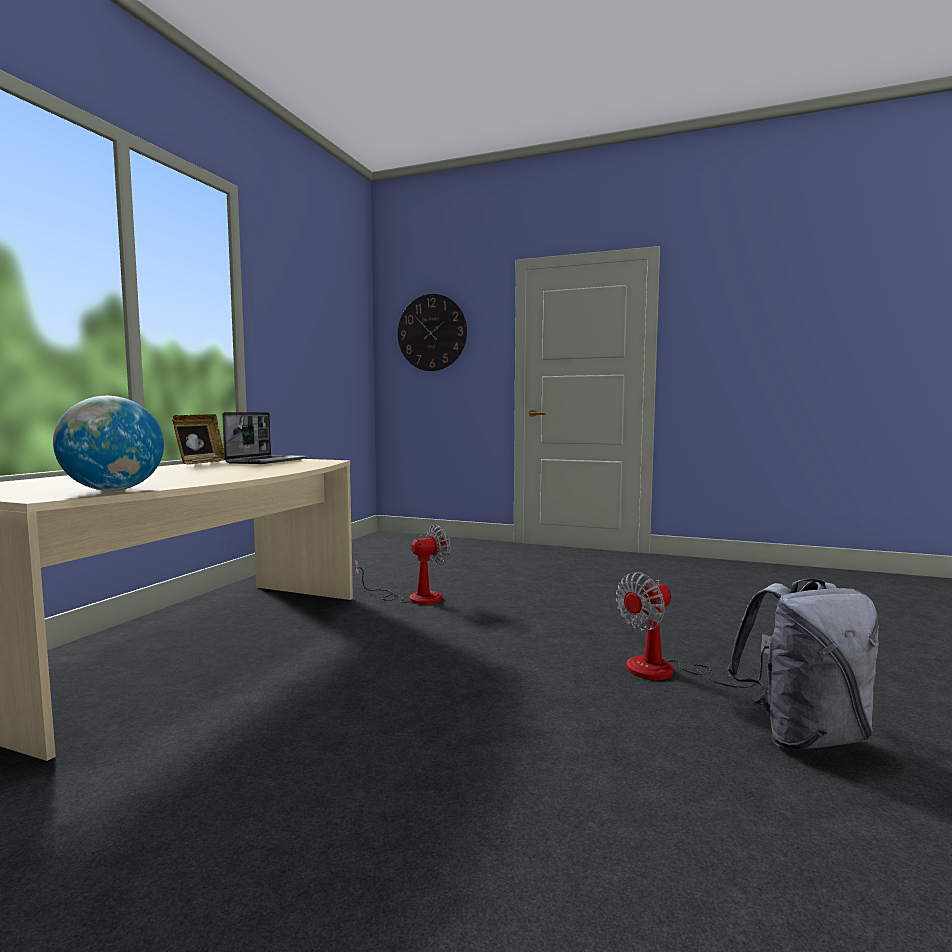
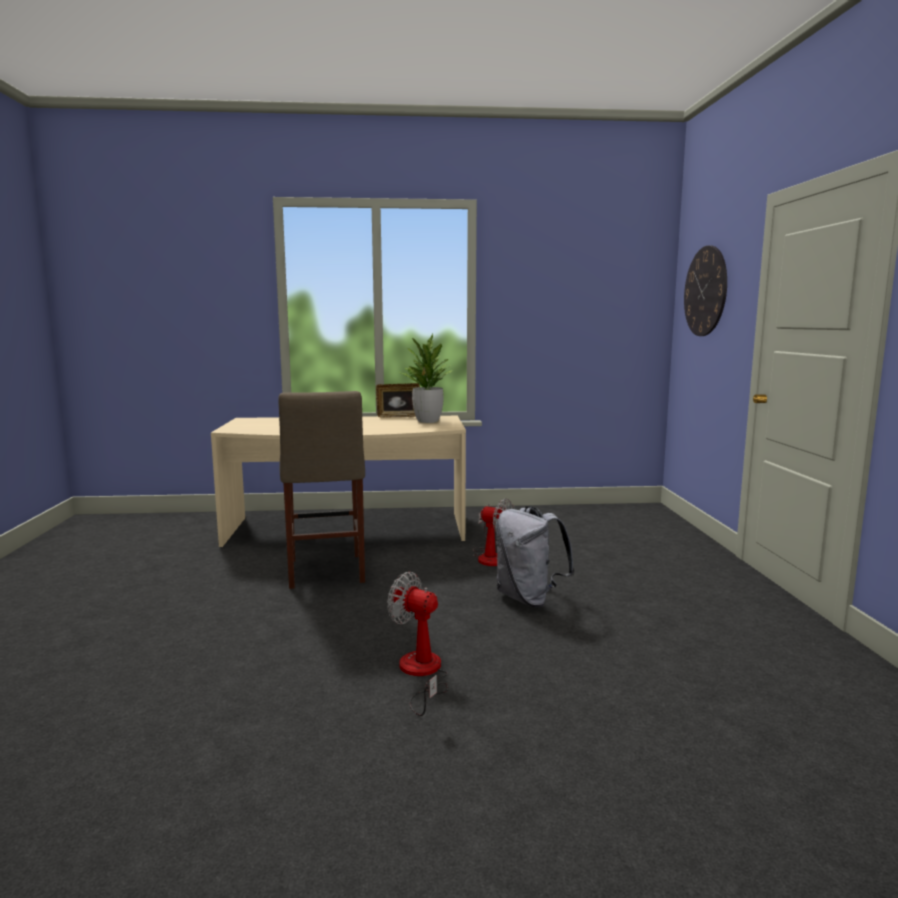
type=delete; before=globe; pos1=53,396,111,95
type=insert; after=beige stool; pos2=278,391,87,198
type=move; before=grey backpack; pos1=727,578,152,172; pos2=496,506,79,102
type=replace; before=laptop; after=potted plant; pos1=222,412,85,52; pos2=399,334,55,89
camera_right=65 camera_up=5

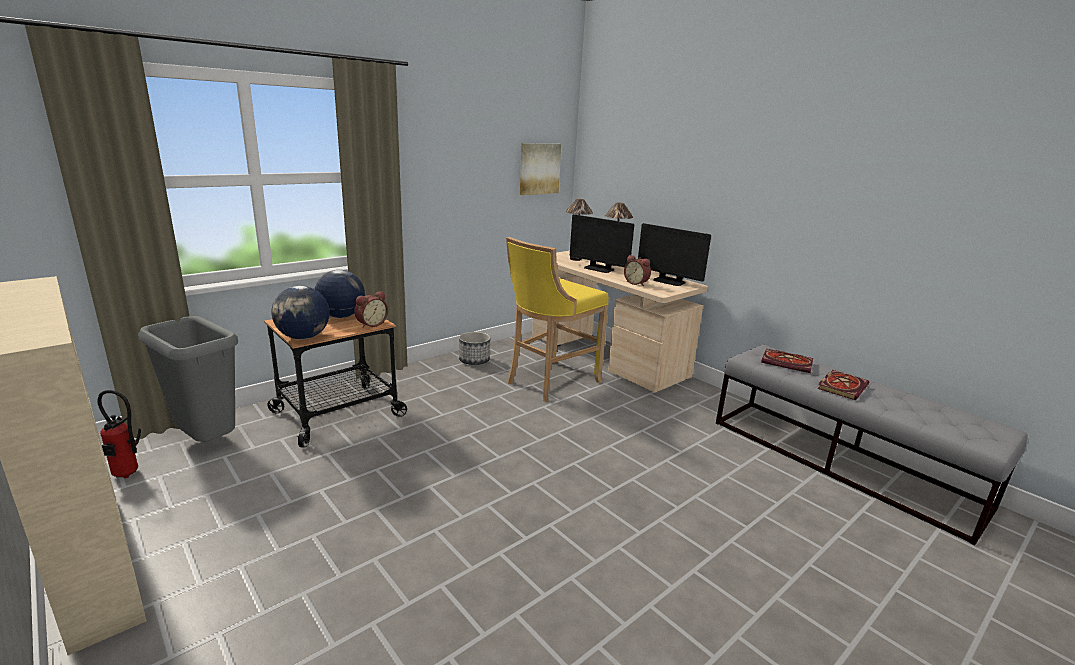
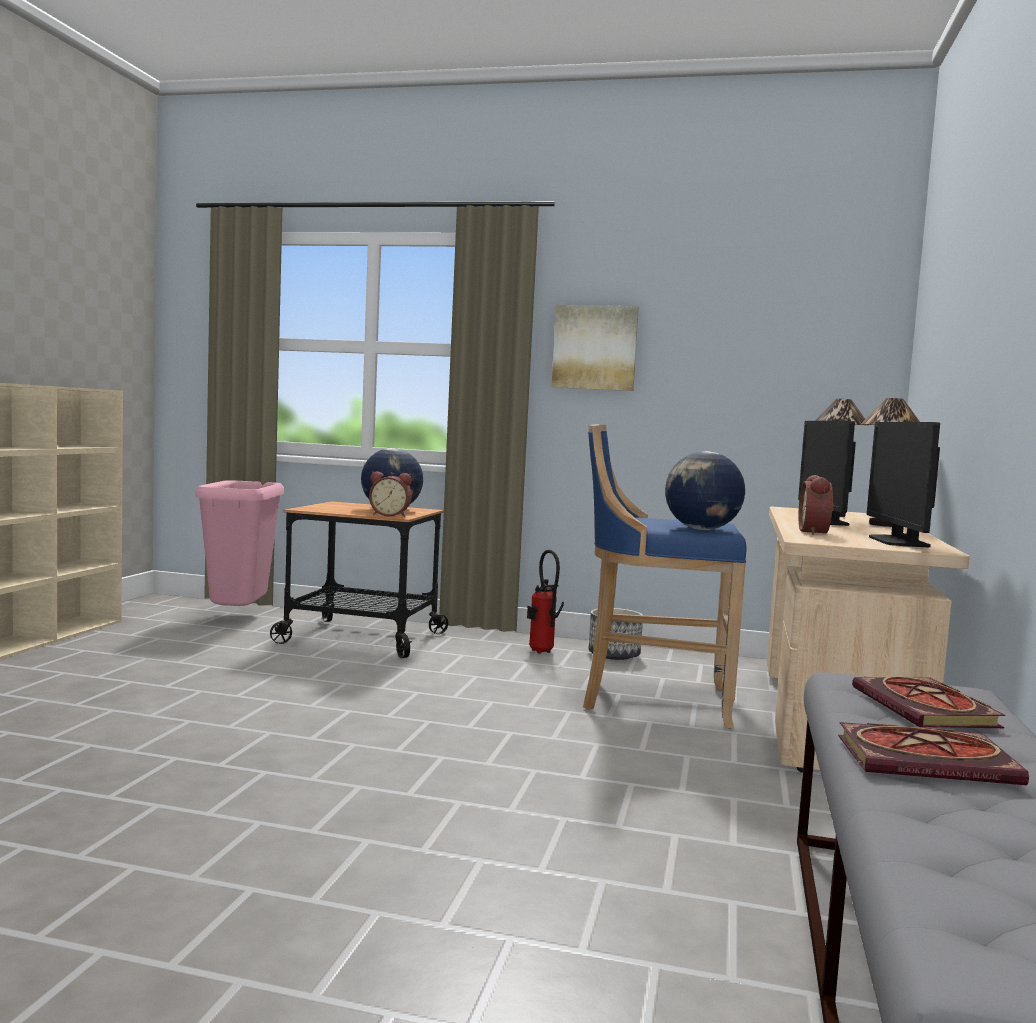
type=move; before=fire extinguisher; pos1=98,390,43,89; pos2=527,550,37,104
type=move; before=globe; pos1=272,286,58,53; pos2=665,451,80,79
type=move; before=picture; pos1=520,143,41,52; pos2=552,305,87,86
type=recolor; before=grey trash can; after=pink trash can; pos1=138,316,100,126; pos2=195,480,89,126
type=recolor; before=yellow stool; after=blue stool; pos1=506,237,103,165; pos2=583,425,164,304
camera_right=55 camera_up=-15

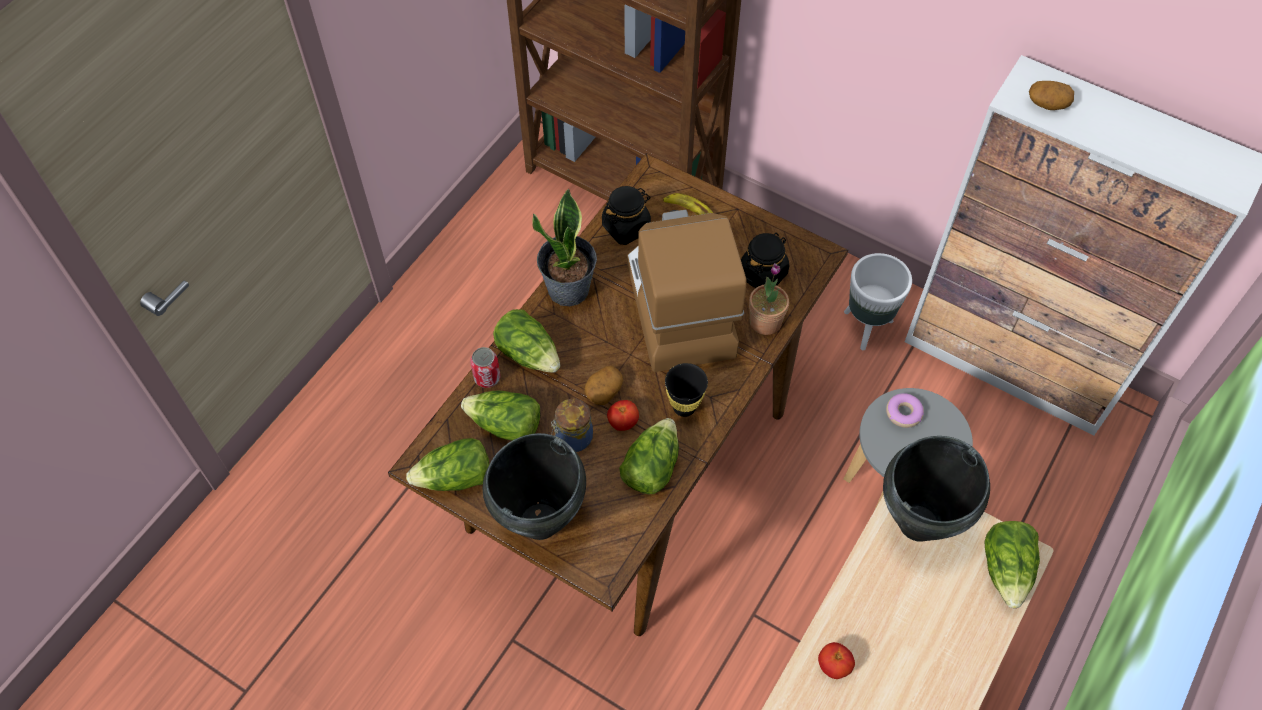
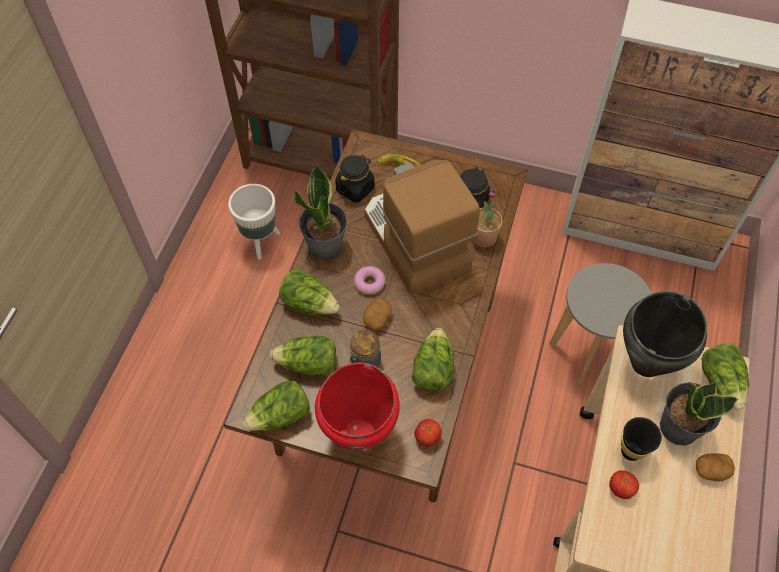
type=delete; before=can; pos1=470,347,30,41
type=insert; after=potted plant; pos2=660,382,78,64
type=move; before=tomato; pos1=607,400,32,31; pos2=414,419,28,28
type=move; before=black cup; pos1=665,363,43,54; pos2=621,417,41,44
type=move; before=white planter; pos1=844,253,68,97; pos2=228,184,52,76
type=move; before=donut; pos1=886,393,38,35; pos2=354,266,31,29
type=move; before=potato; pos1=1029,81,45,29; pos2=696,453,39,28
type=recolor; before=black cooking pot; after=red cooking pot; pos1=483,433,103,107; pos2=315,363,85,86
camera_right=-15 camera_up=0

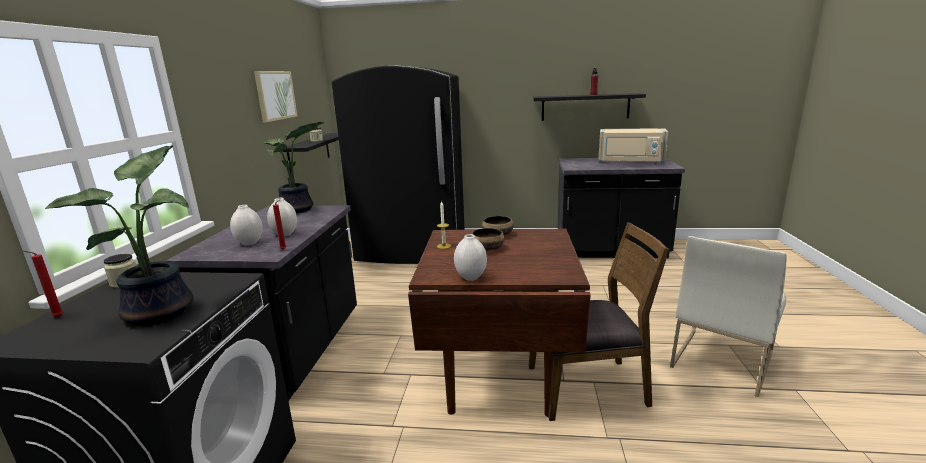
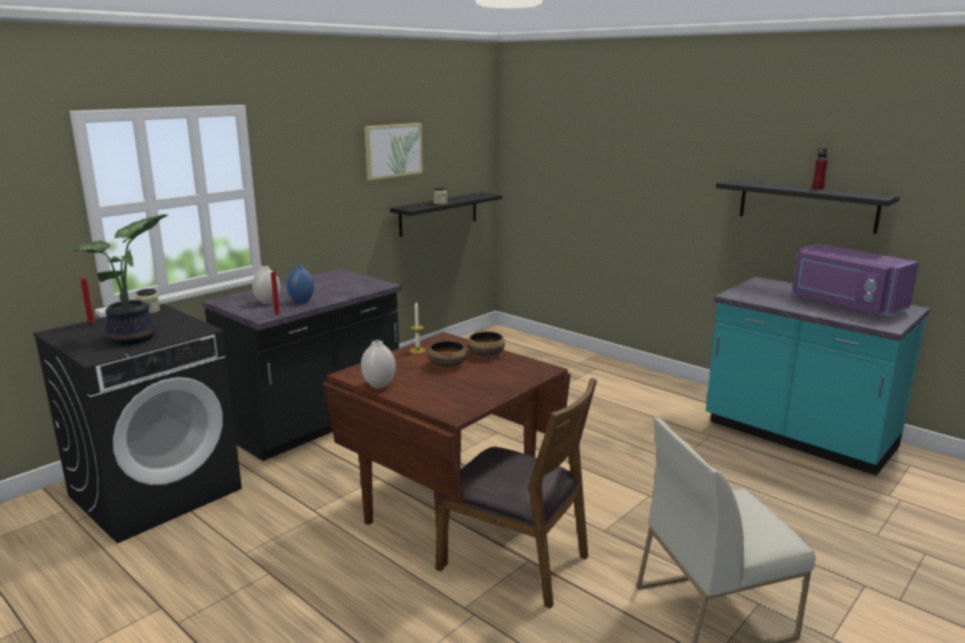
type=delete; before=potted plant; pos1=262,122,63,92
type=delete; before=black fridge; pos1=332,66,133,198
type=recolor; before=white vase; after=blue vase; pos1=267,198,30,39; pos2=287,265,28,38
type=recolor; before=black counter; after=turquoise counter; pos1=557,158,128,100; pos2=706,277,224,199
type=recolor; before=beige microwave; after=purple microwave; pos1=599,129,69,34; pos2=792,243,127,73
camera_right=35 camera_up=0

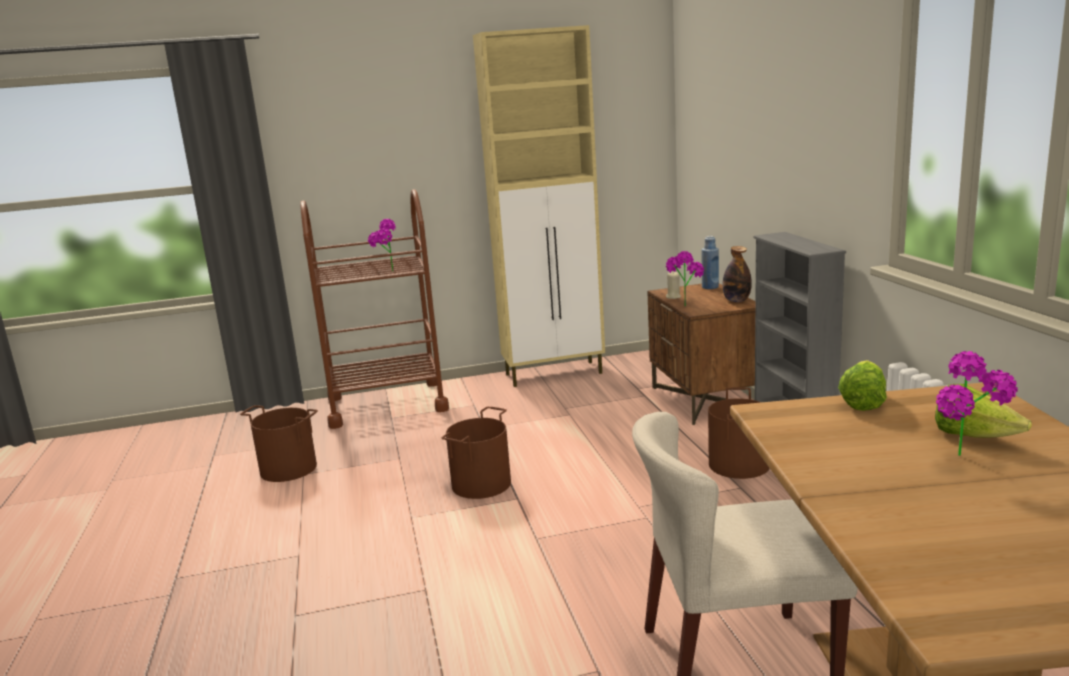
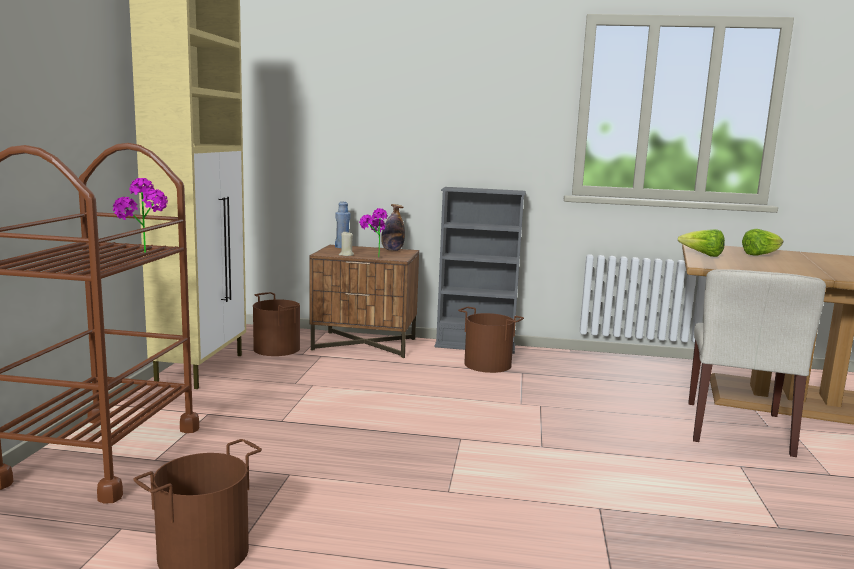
type=delete; before=potted plant; pos1=936,351,82,105
type=move; before=brown bucket; pos1=442,407,69,92; pos2=253,292,47,64
camera_right=-70 camera_up=-5

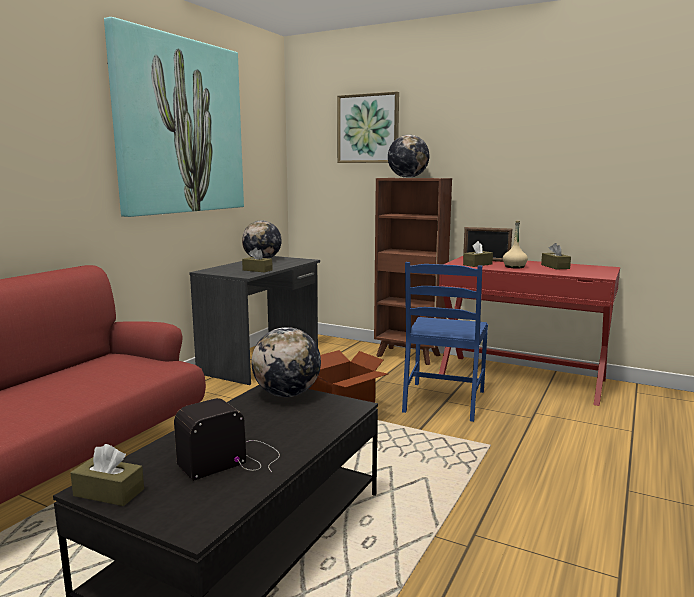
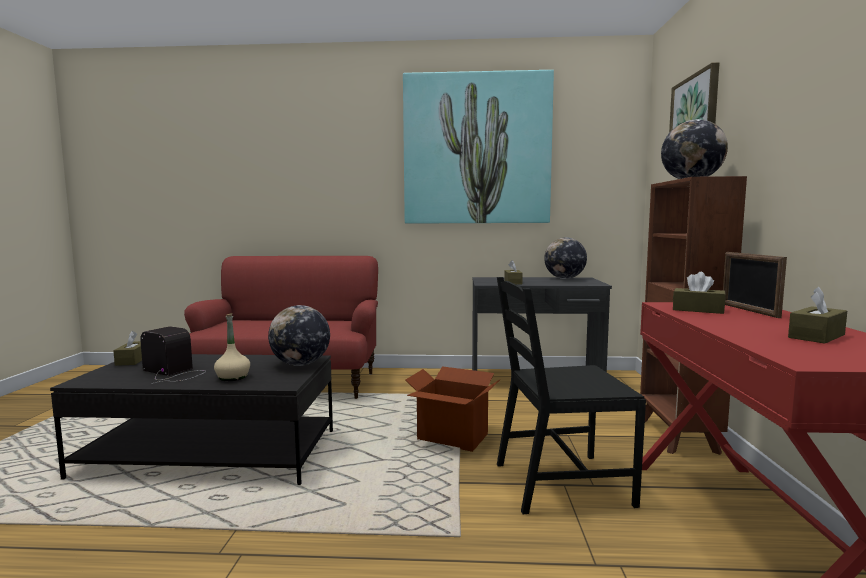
type=move; before=beige bottle; pos1=503,221,25,47; pos2=214,313,36,68
type=recolor; before=blue chair; after=black chair; pos1=402,262,86,160; pos2=497,277,149,237
camera_right=65 camera_up=-5

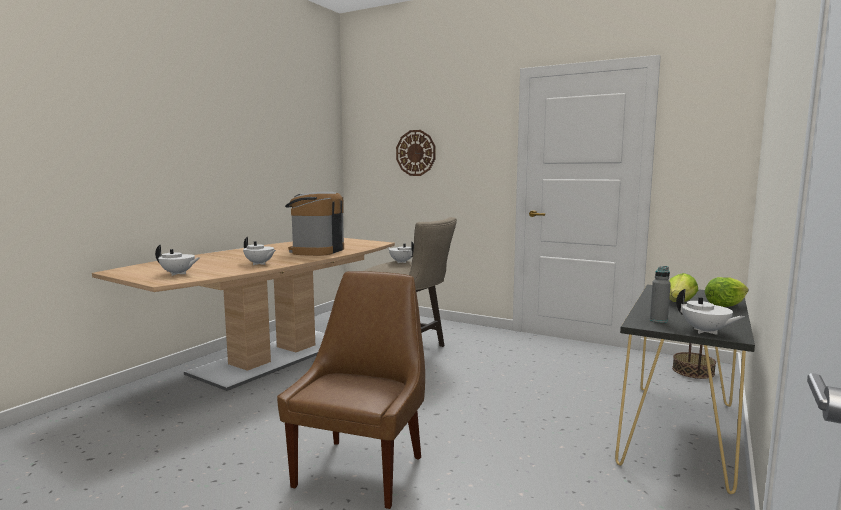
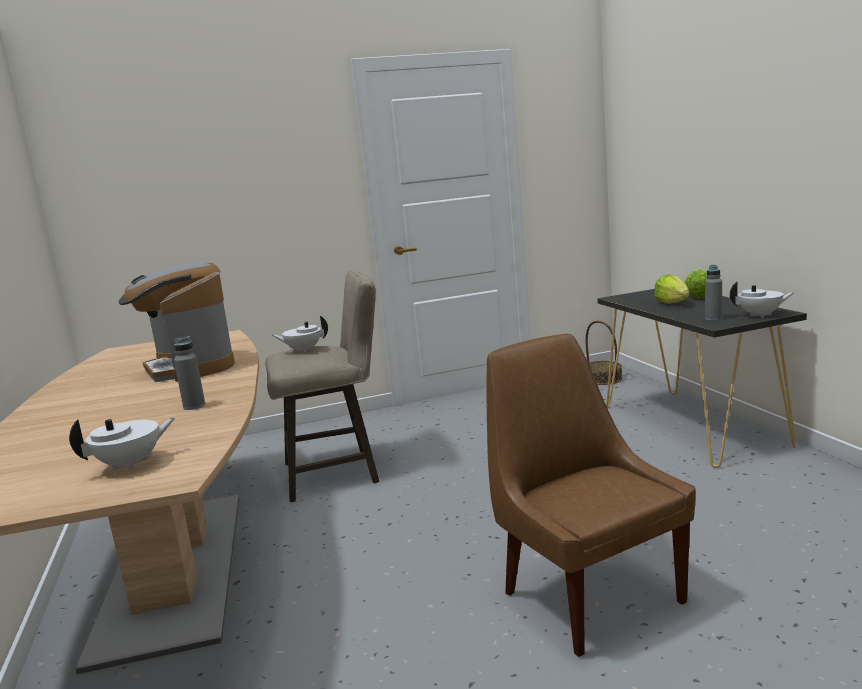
type=delete; before=wall clock; pos1=396,130,40,46
type=replace; before=white teapot; after=grey bottle; pos1=243,237,33,28; pos2=174,336,31,74
camera_right=-45 camera_up=5

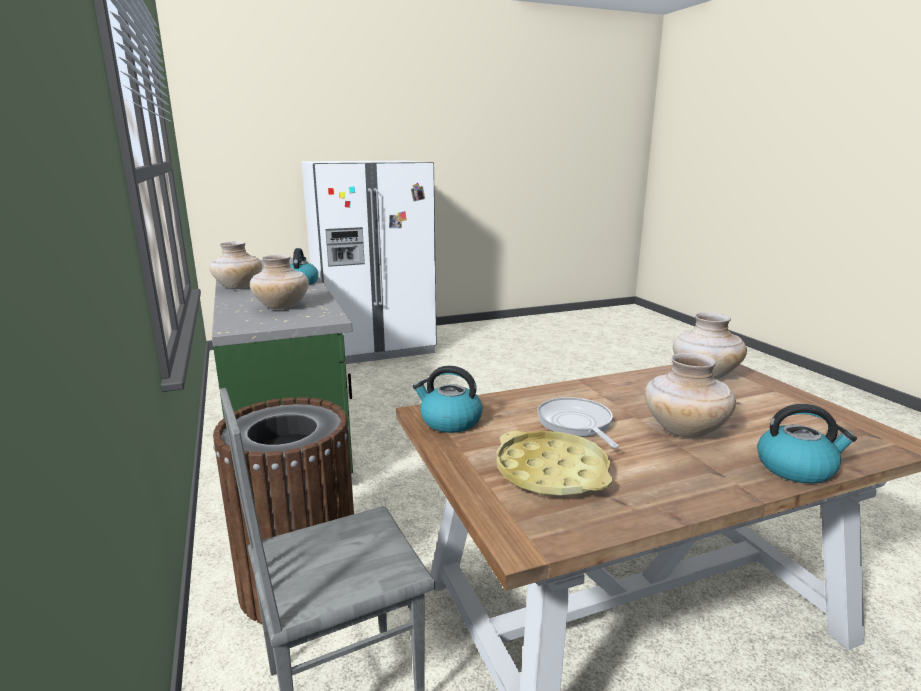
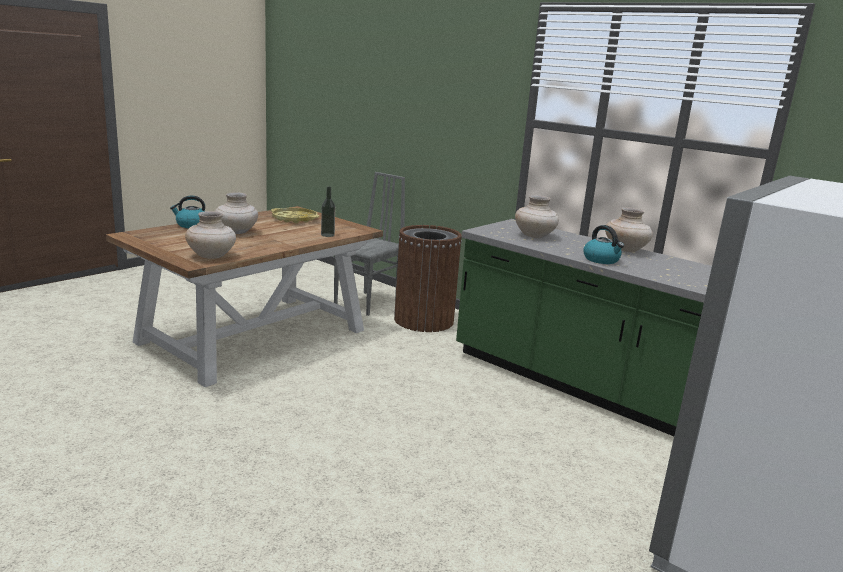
type=delete; before=kettle; pos1=413,366,70,67
type=delete; before=frying pan; pos1=537,397,82,51
type=insert; after=bottle; pos2=321,186,14,51
camera_right=150 camera_up=0

